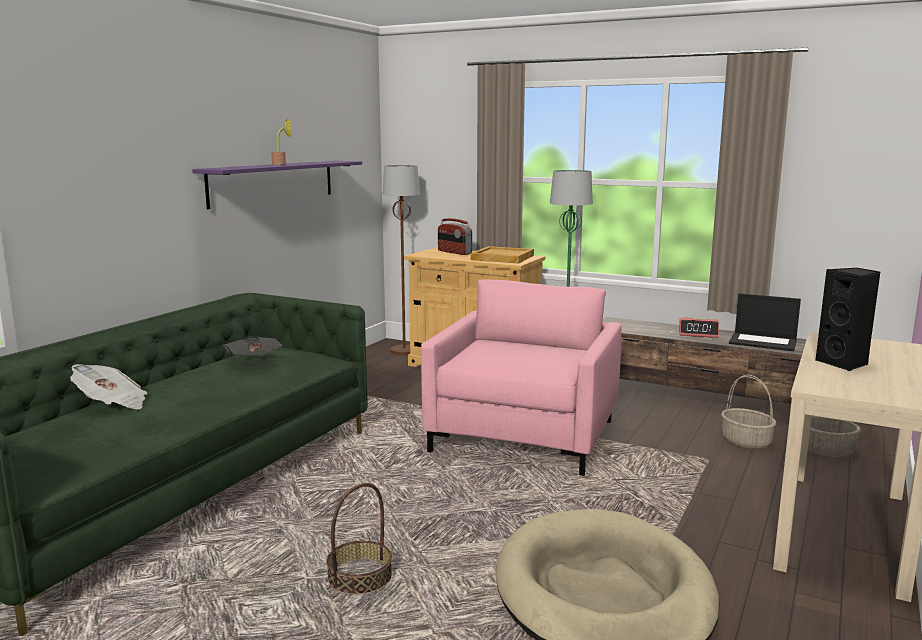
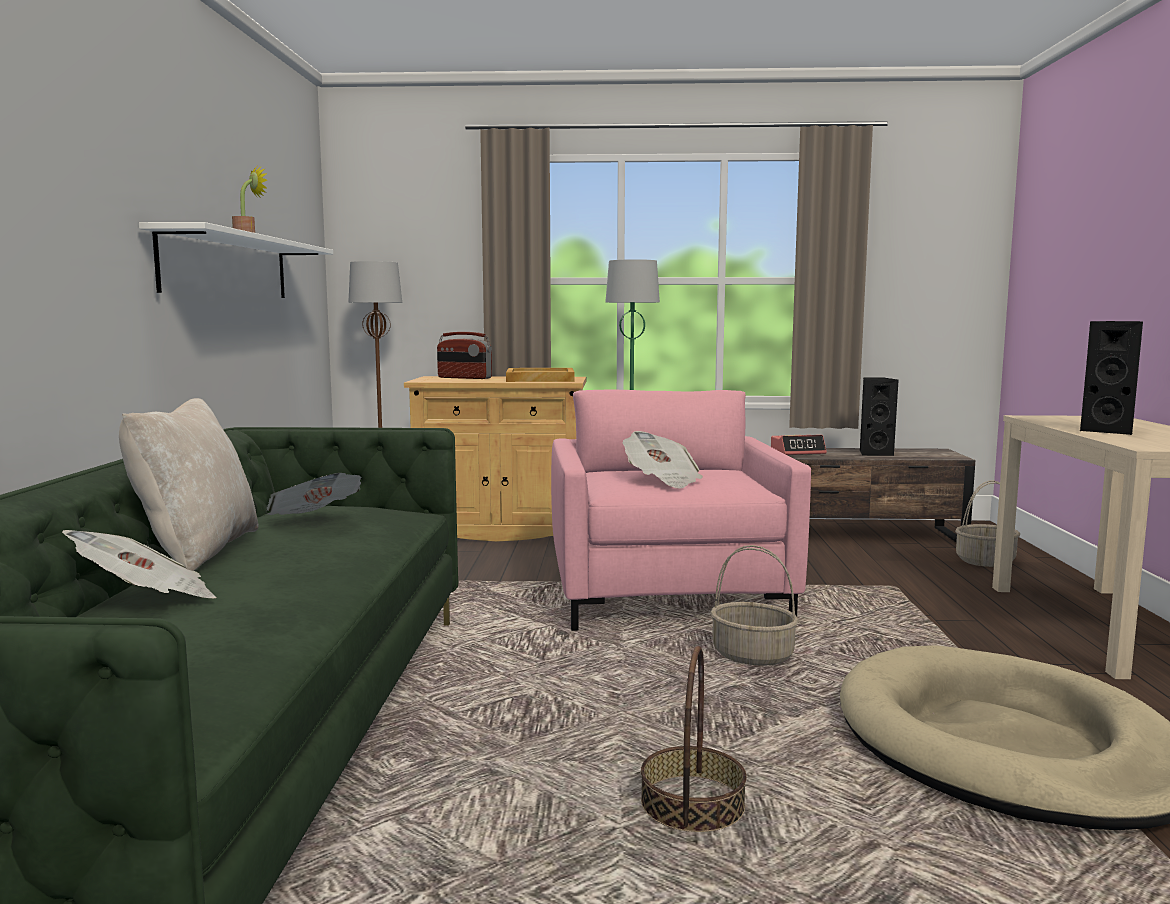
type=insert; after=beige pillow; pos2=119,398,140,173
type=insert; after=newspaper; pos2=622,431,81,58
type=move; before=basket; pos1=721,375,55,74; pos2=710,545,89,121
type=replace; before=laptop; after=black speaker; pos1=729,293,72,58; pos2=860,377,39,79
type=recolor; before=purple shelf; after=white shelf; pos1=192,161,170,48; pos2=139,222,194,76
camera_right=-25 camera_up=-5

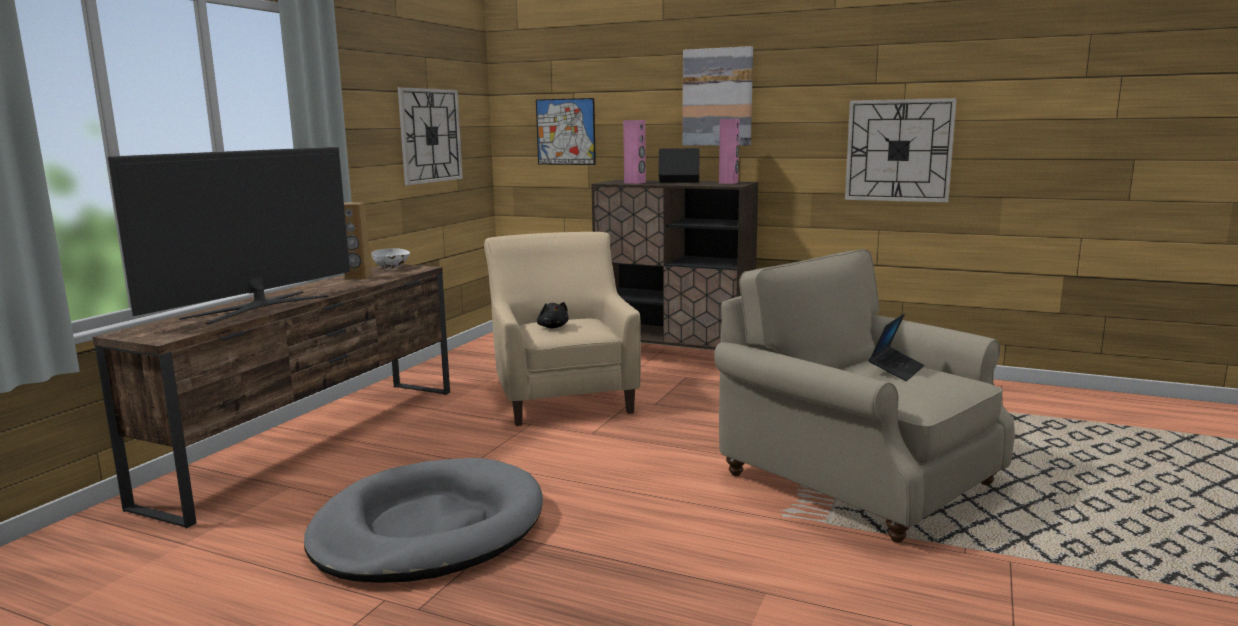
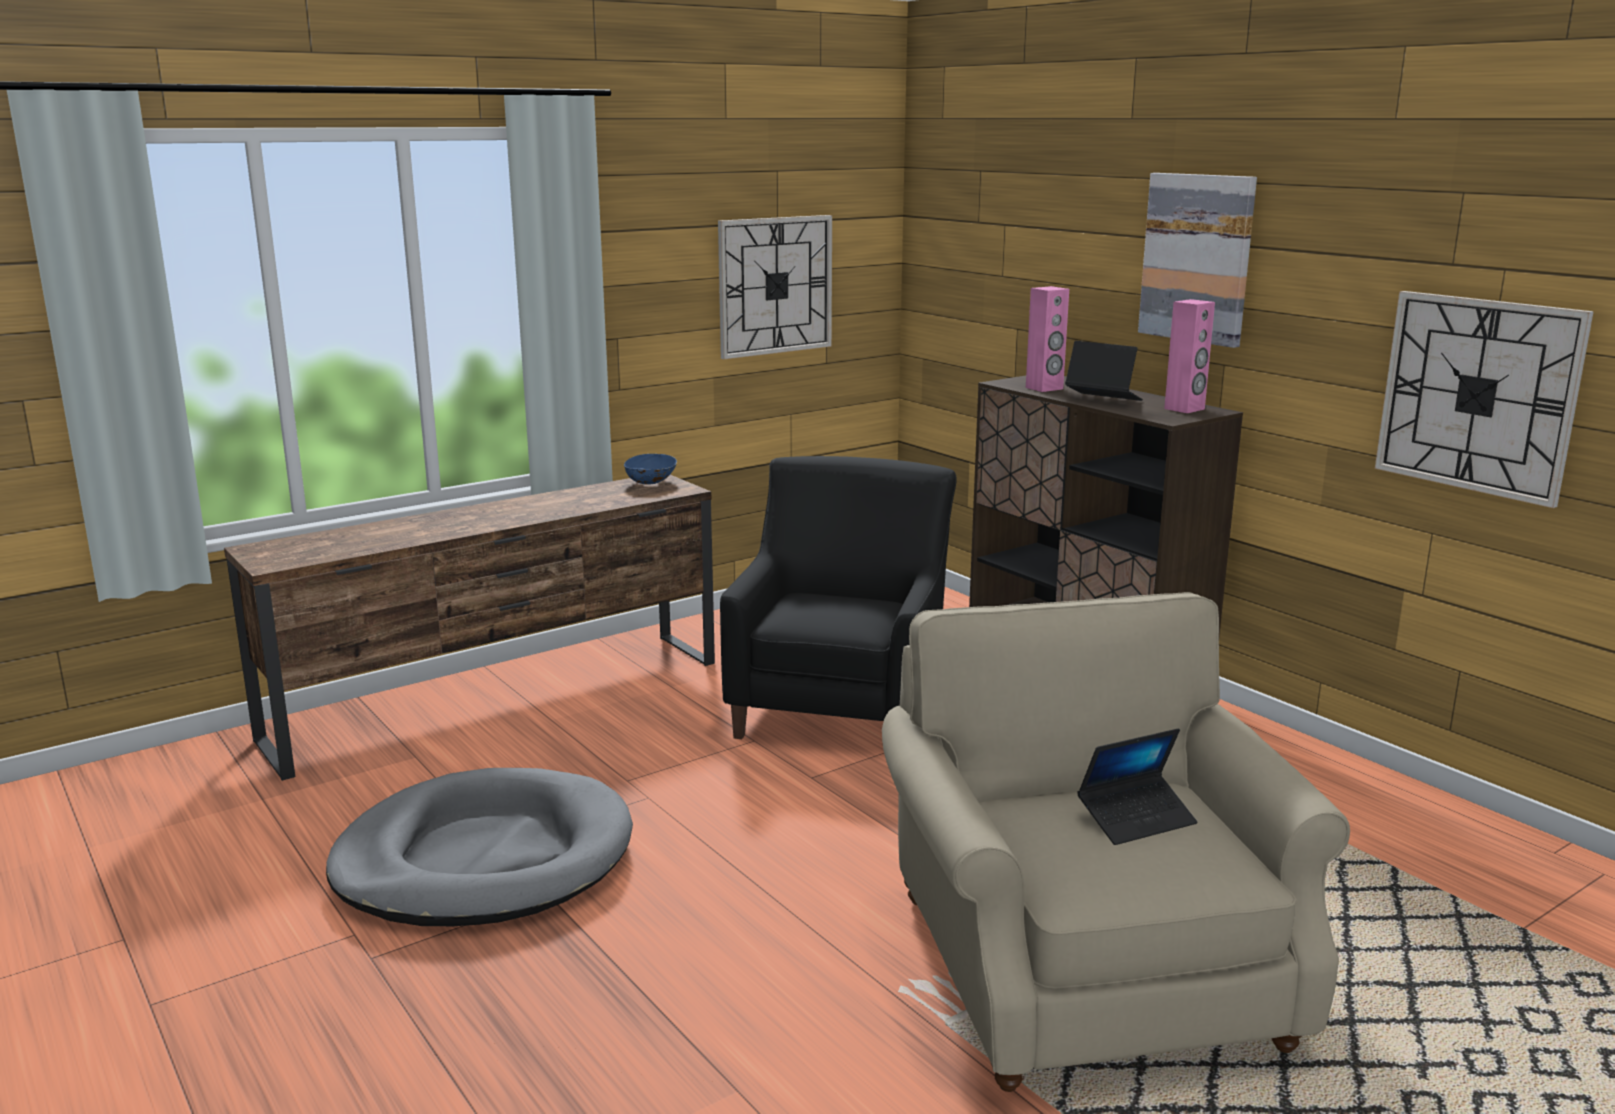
type=delete; before=television; pos1=108,147,242,177
type=delete; before=brown speaker; pos1=344,202,28,78
type=delete; before=picture; pos1=536,98,60,67
type=delete; before=black plush toy; pos1=537,302,32,26
type=recolor; before=white bowl; after=blue bowl; pos1=371,248,39,21; pos2=624,453,53,32
type=recolor; before=beige armchair; after=black armchair; pos1=484,232,157,194; pos2=720,456,237,283
camera_right=30 camera_up=5

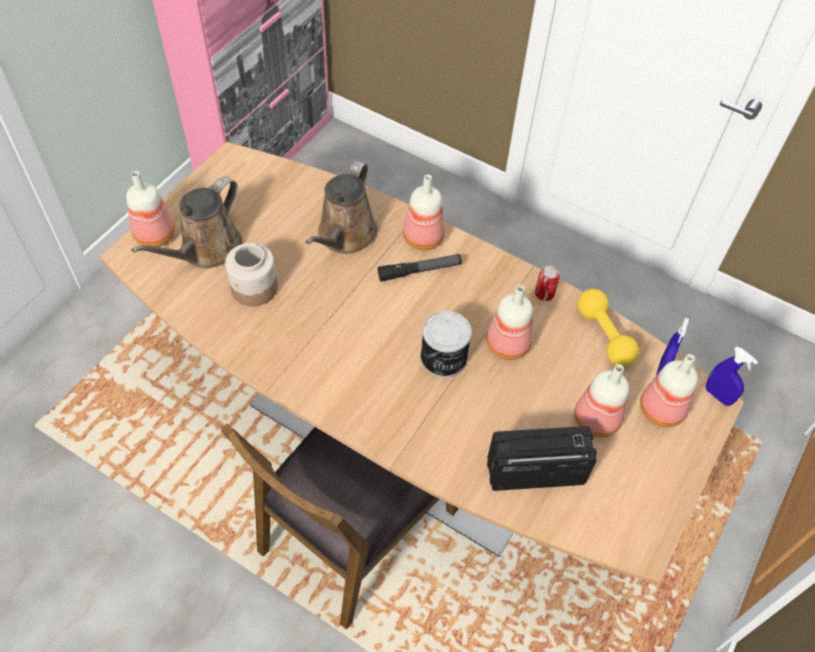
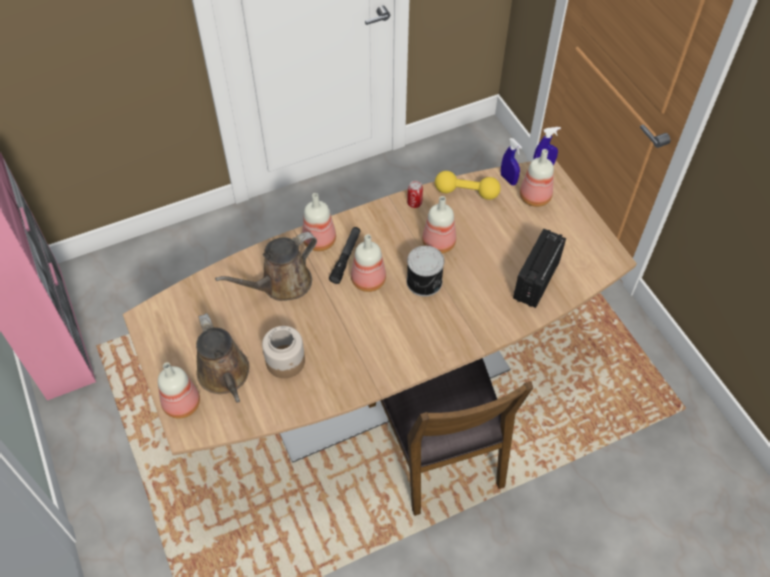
type=move; before=bottle; pos1=574,364,55,73; pos2=351,234,35,58
type=rotate; before=brown watering can; pos1=306,161,72,93; pos2=215,232,102,69; turn=90
camera_right=-55 camera_up=0

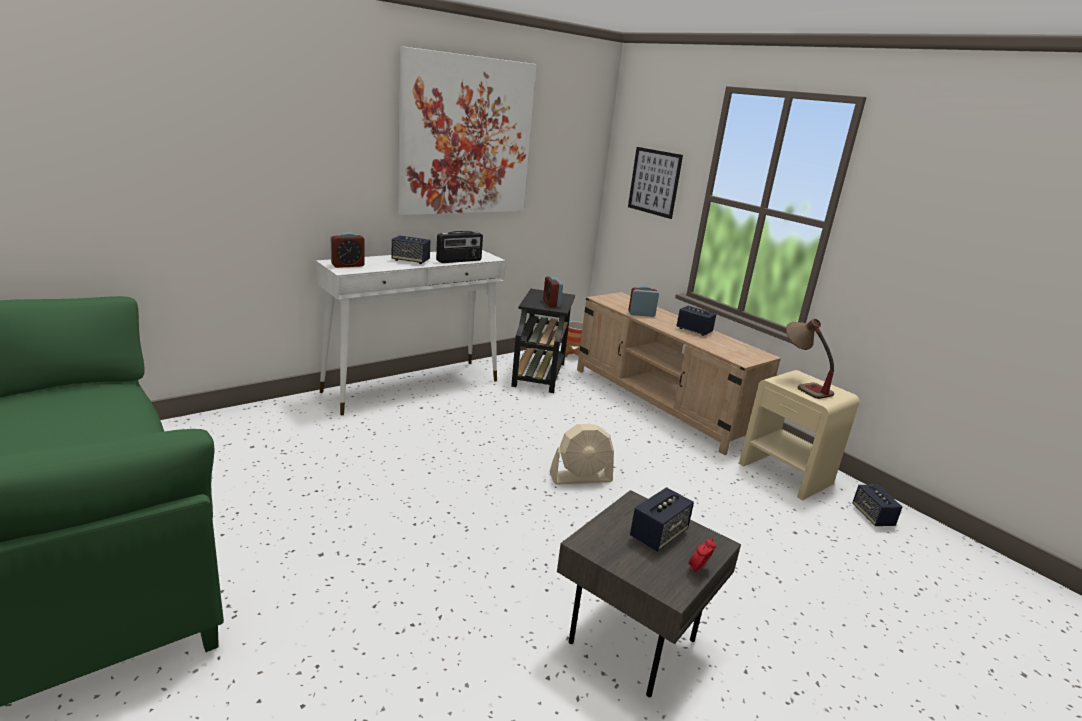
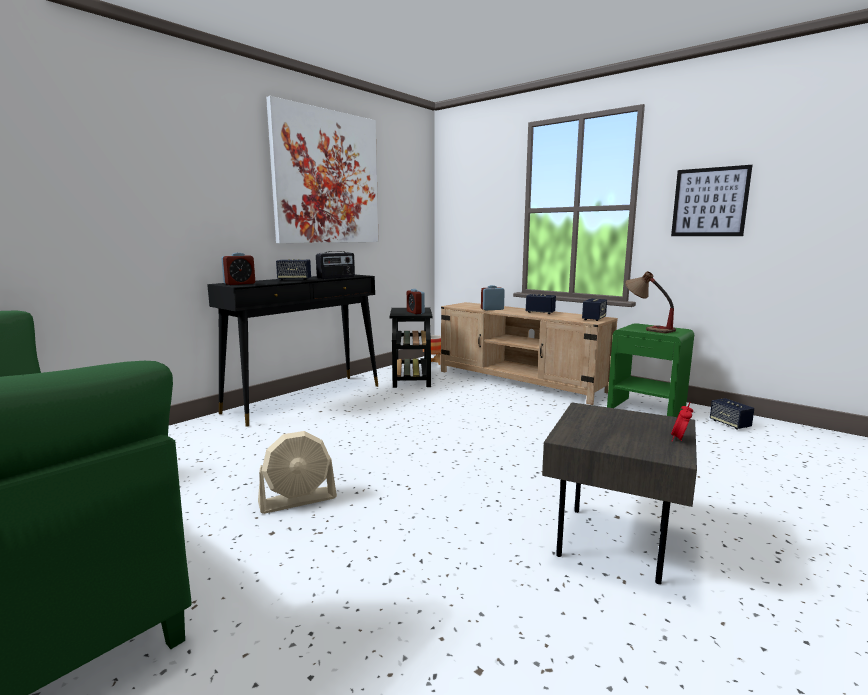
type=move; before=beige fan; pos1=549,424,65,60; pos2=258,431,79,83
type=move; before=picture; pos1=628,147,55,72; pos2=671,165,81,71
type=move; before=speaker; pos1=630,487,64,65; pos2=582,299,25,22
type=recolor; before=white console table; after=black console table; pos1=316,250,190,165; pos2=207,275,171,152
type=recolor; before=beige nightstand; after=green nightstand; pos1=739,370,121,130; pos2=607,323,87,94
camera_right=-10 camera_up=-10

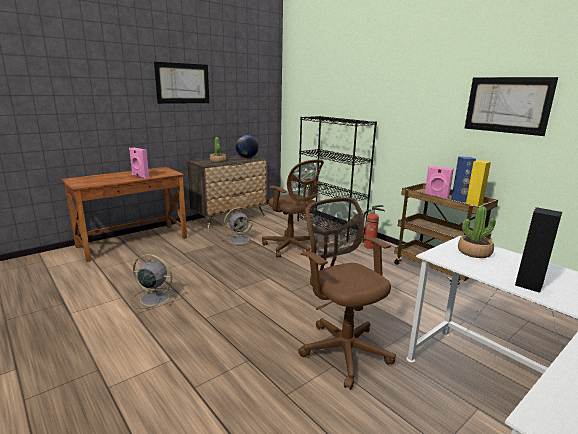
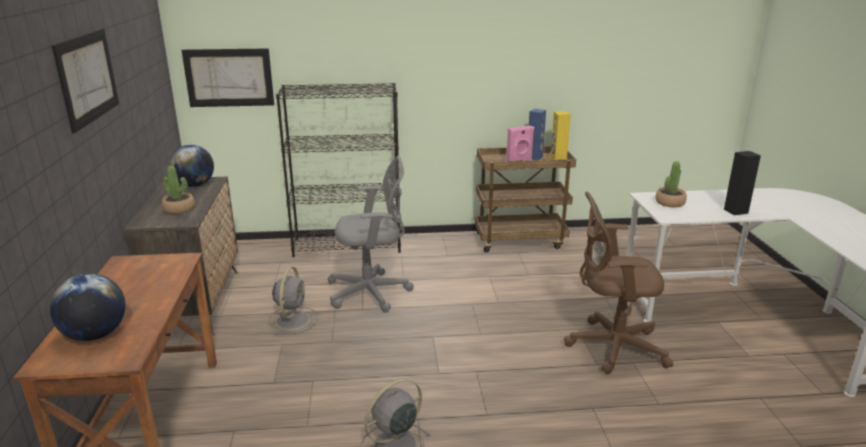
type=delete; before=pink speaker; pos1=129,148,20,31
type=delete; before=fire extinguisher; pos1=361,205,24,44
type=insert; after=globe; pos2=50,274,76,67
type=move; before=picture; pos1=465,77,93,59; pos2=181,48,93,59
type=recolor; before=brown office chair; after=grey office chair; pos1=262,160,62,98; pos2=328,156,86,157
camera_right=-55 camera_up=5

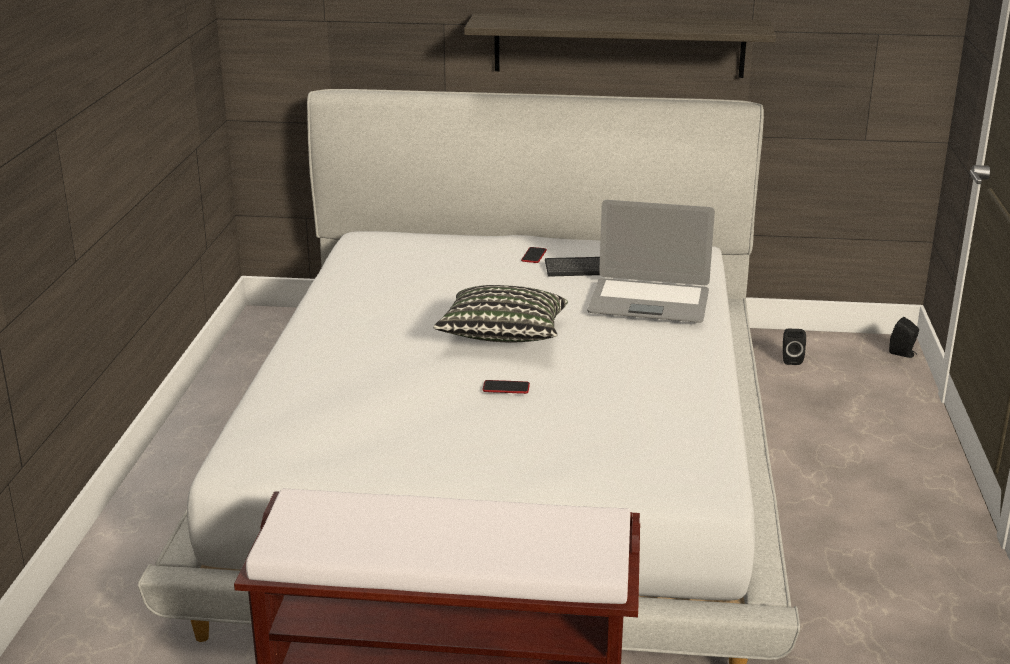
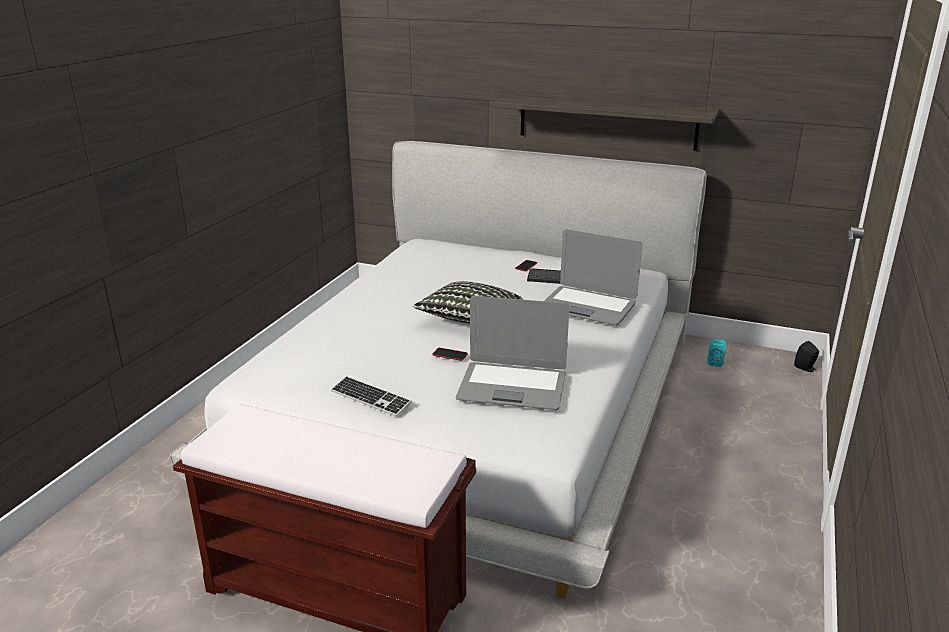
type=insert; after=keyboard; pos2=331,376,81,40
type=insert; after=laptop; pos2=456,296,113,114
type=recolor; before=black speaker; after=turquoise speaker; pos1=783,329,23,36; pos2=708,339,18,28
camera_right=15 camera_up=0

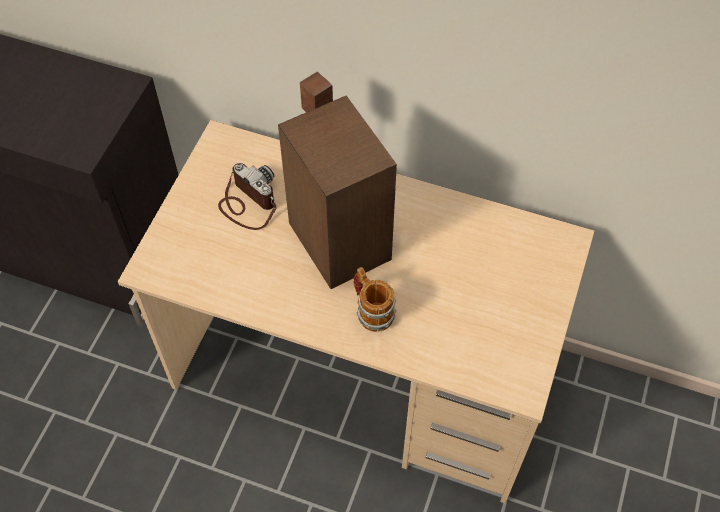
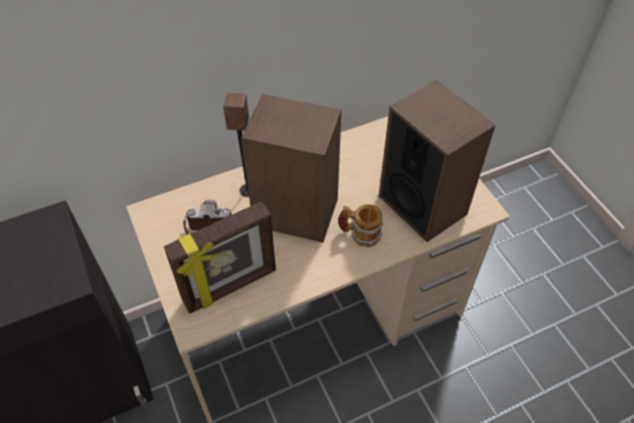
type=insert; after=picture frame; pos2=164,201,112,113
type=insert; after=speaker; pos2=379,80,117,162
camera_right=-45 camera_up=-5

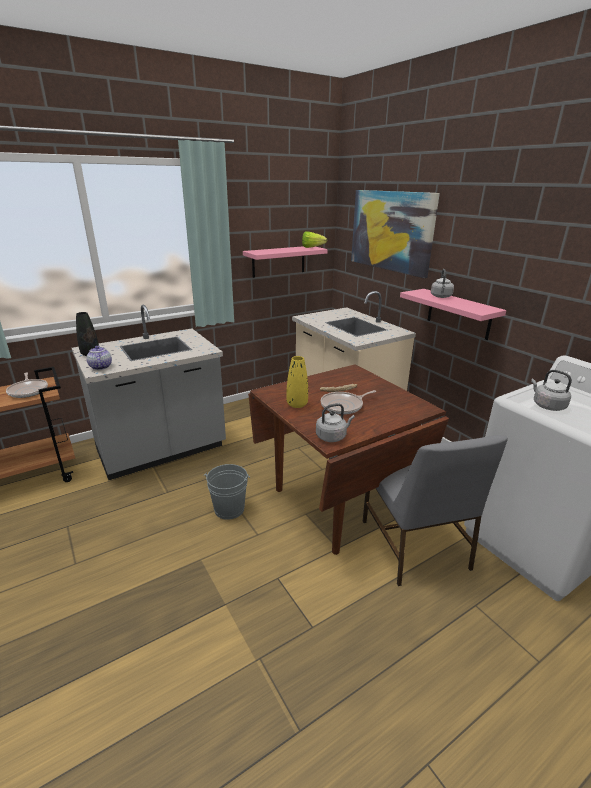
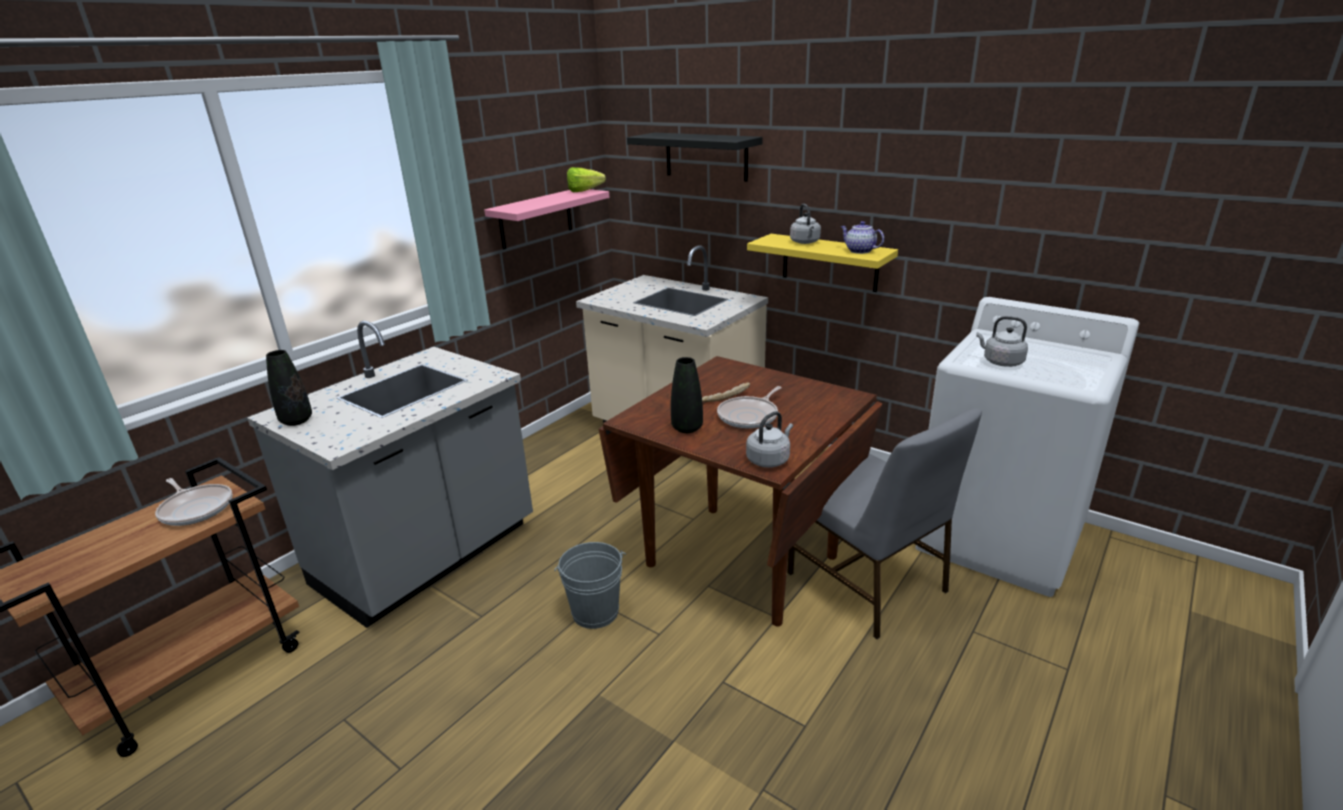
type=move; before=teapot; pos1=86,346,26,24; pos2=840,221,44,33
type=replace; before=picture; after=black shelf; pos1=351,190,89,88; pos2=627,133,136,49
type=recolor; before=yellow vase; after=black vase; pos1=286,356,22,52; pos2=671,357,32,76
type=recolor; before=pink shelf; after=yellow shelf; pos1=400,289,106,51; pos2=747,234,151,58
camera_right=-20 camera_up=0

